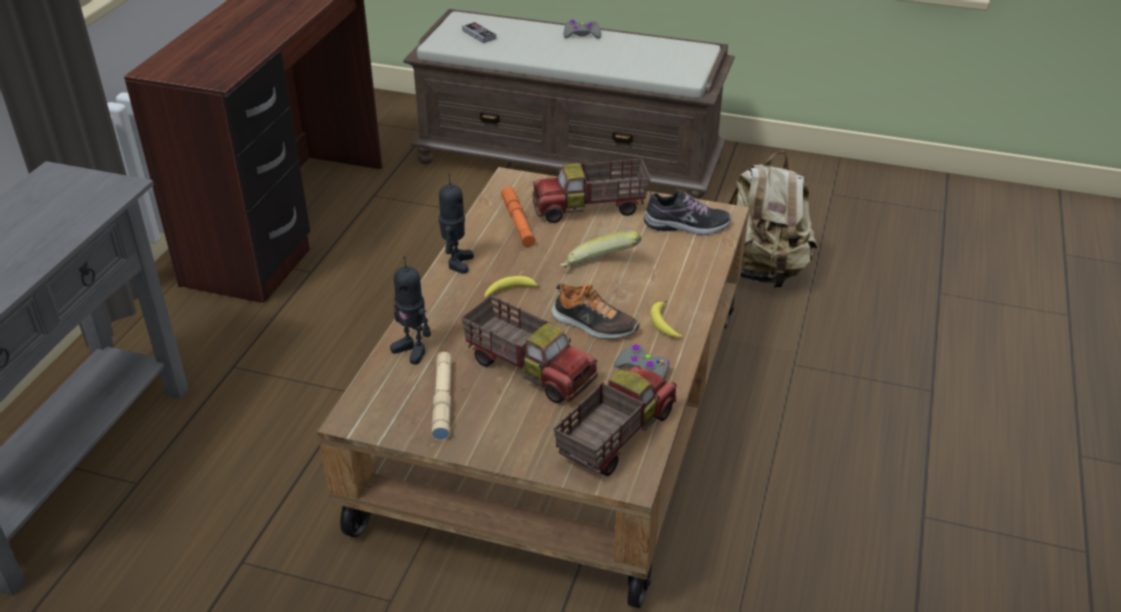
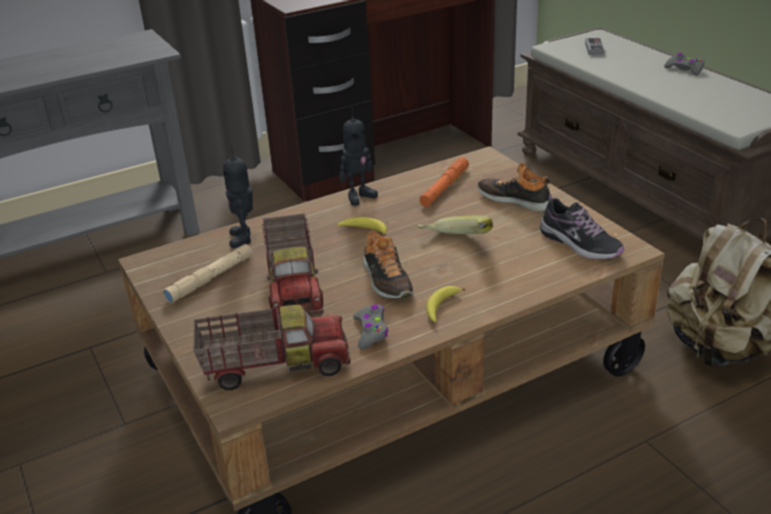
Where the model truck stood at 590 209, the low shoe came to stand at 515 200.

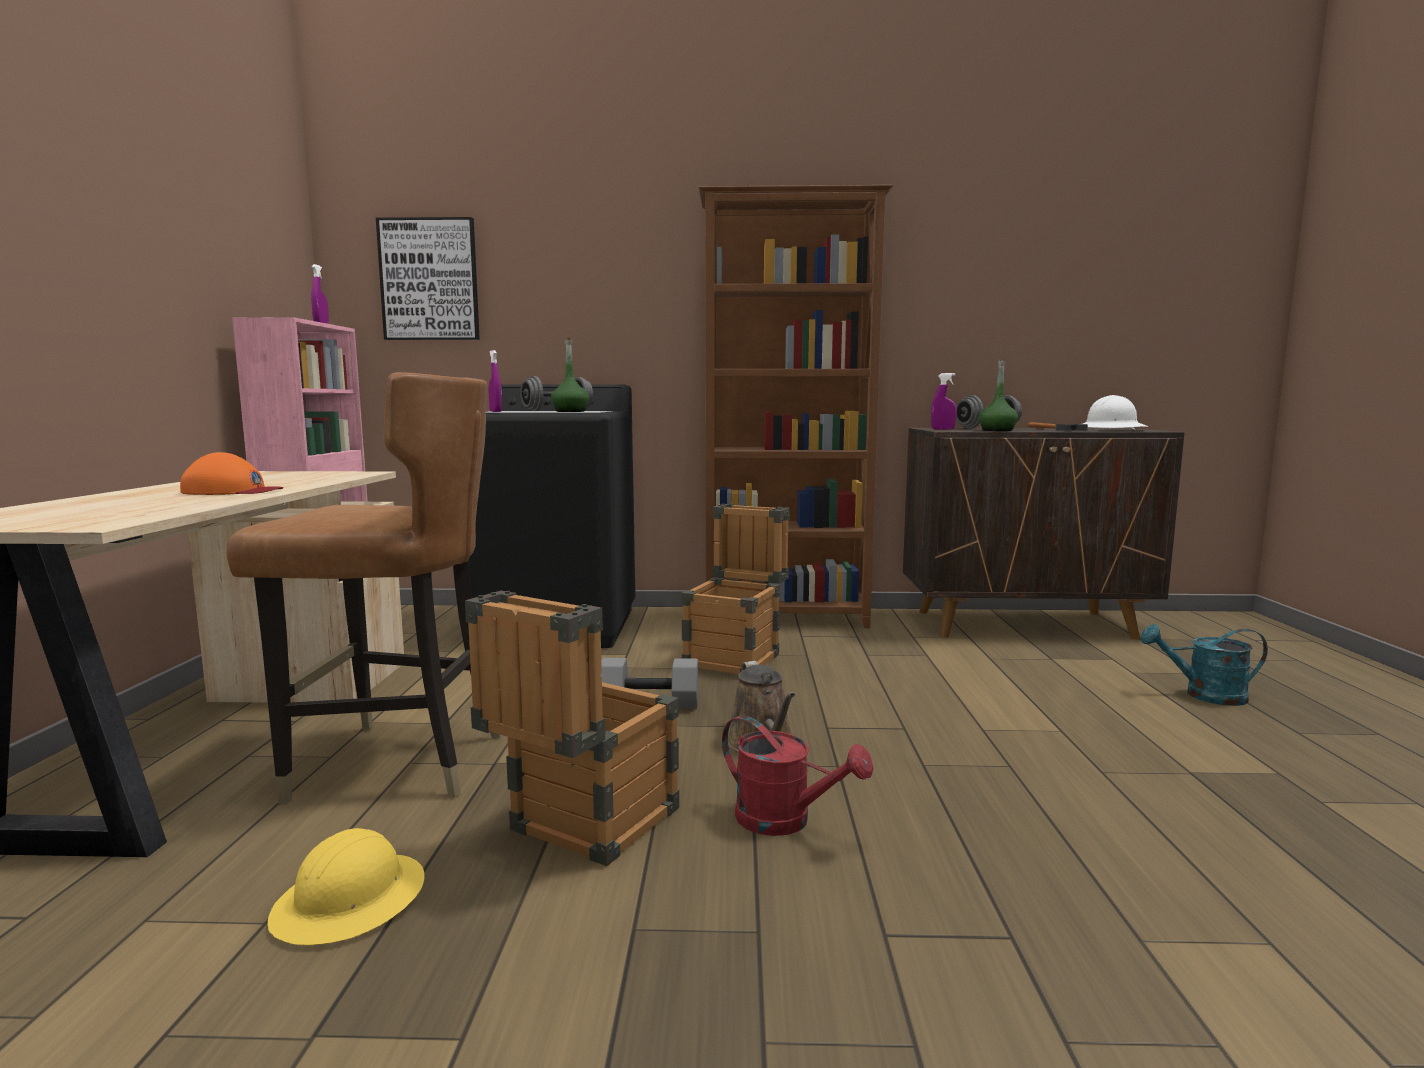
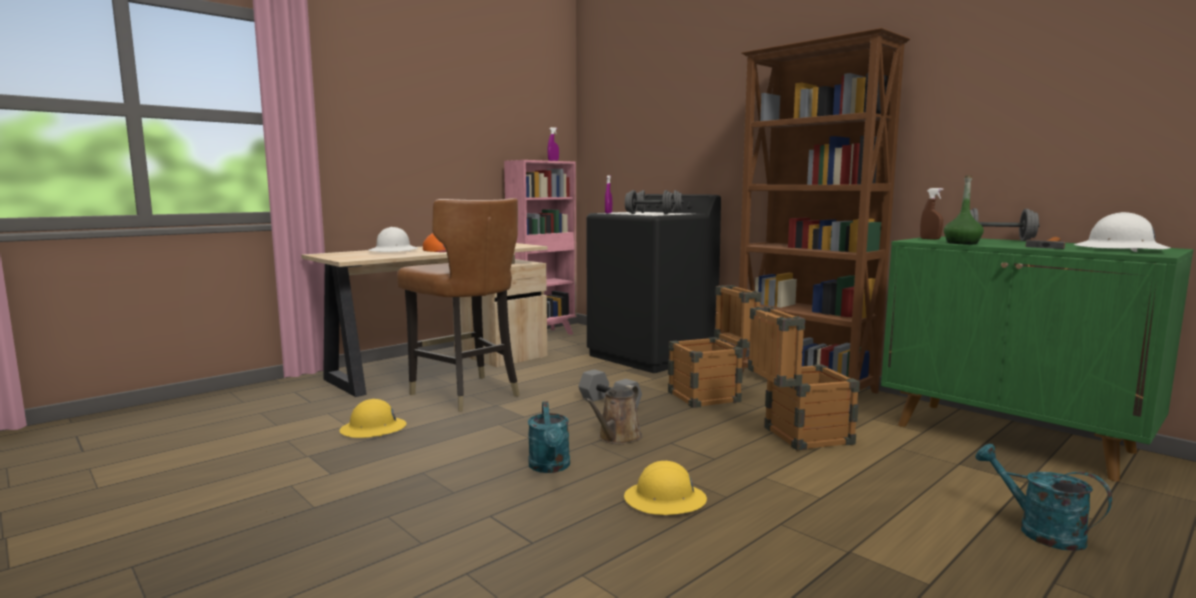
The second view lost the wall art at 429 280.
Where the beverage bottle in green stood at 570 411, the dumbbell in grey came to stand at 649 214.
What was the spray bottle in purple-coloured at 943 429 turned into the spray bottle in brown at 930 239.
What was the storage cabinet in brown at 1024 624 turned into the storage cabinet in green at 1012 438.
The shipping crate ended up elsewhere, having gone from 581 829 to 797 436.
What was the sprinkling can in red at 785 821 turned into the sprinkling can in turquoise-coloured at 550 467.
The second view gained the work helmet in white-coloured at 394 251.
The second view gained the work helmet in yellow-coloured at 665 500.

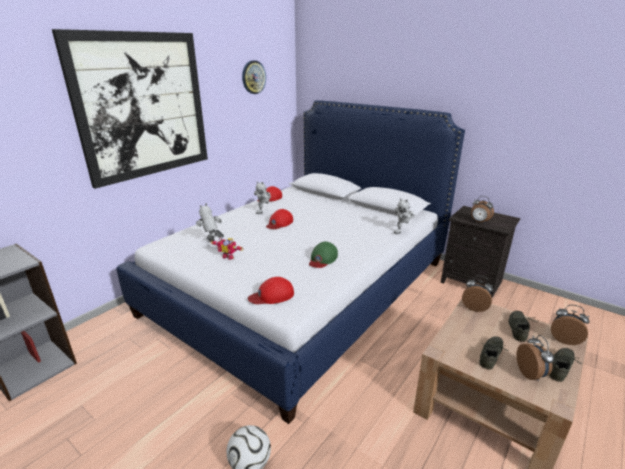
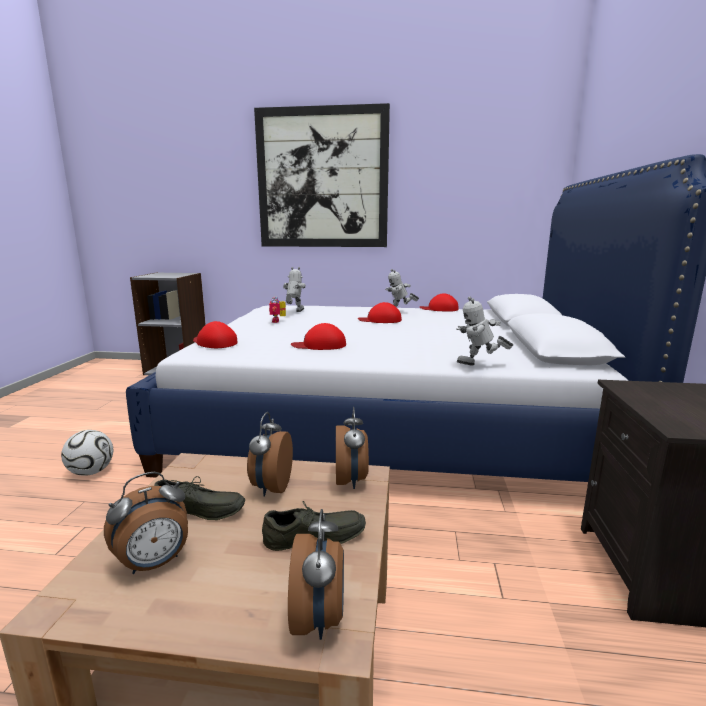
The second view lost the clock on the wall at 253 77.
The bedside clock ended up elsewhere, having gone from 479 222 to 271 487.
What was the baseball cap in green at 322 259 turned into the baseball cap in red at 319 345.
The second view lost the low shoe in grey at 562 368.

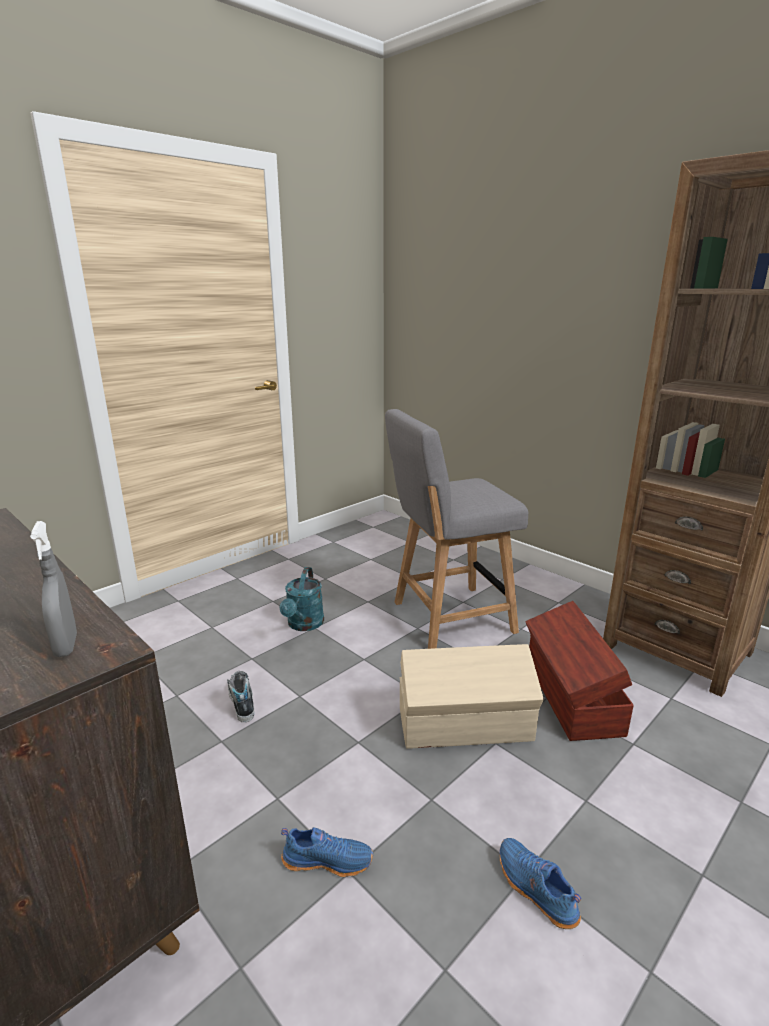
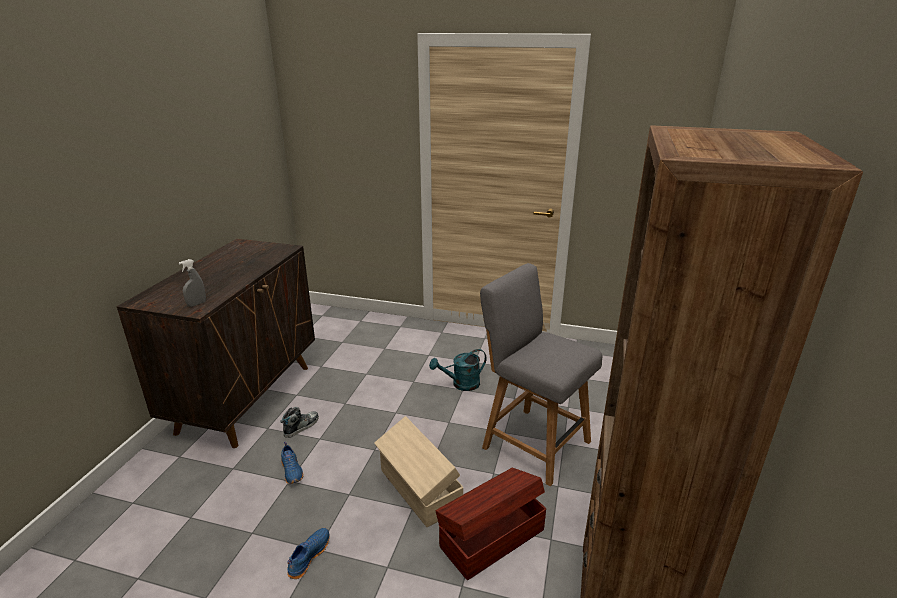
The low shoe ended up elsewhere, having gone from 241 702 to 301 426.

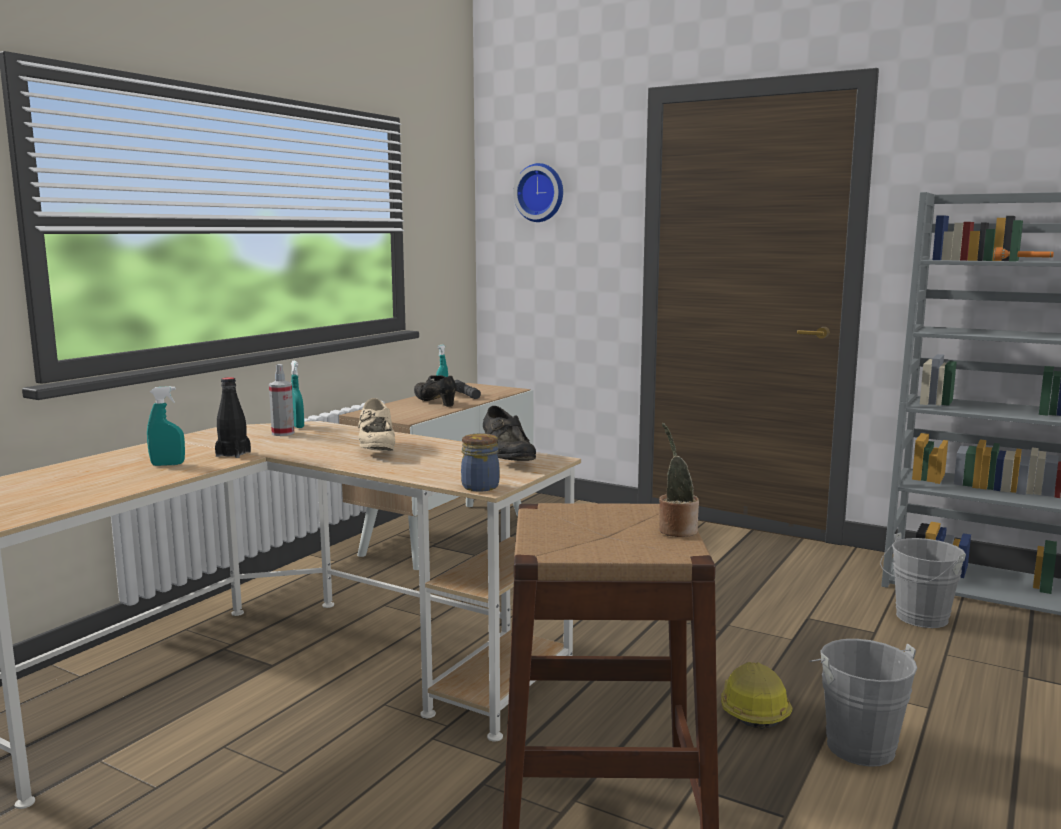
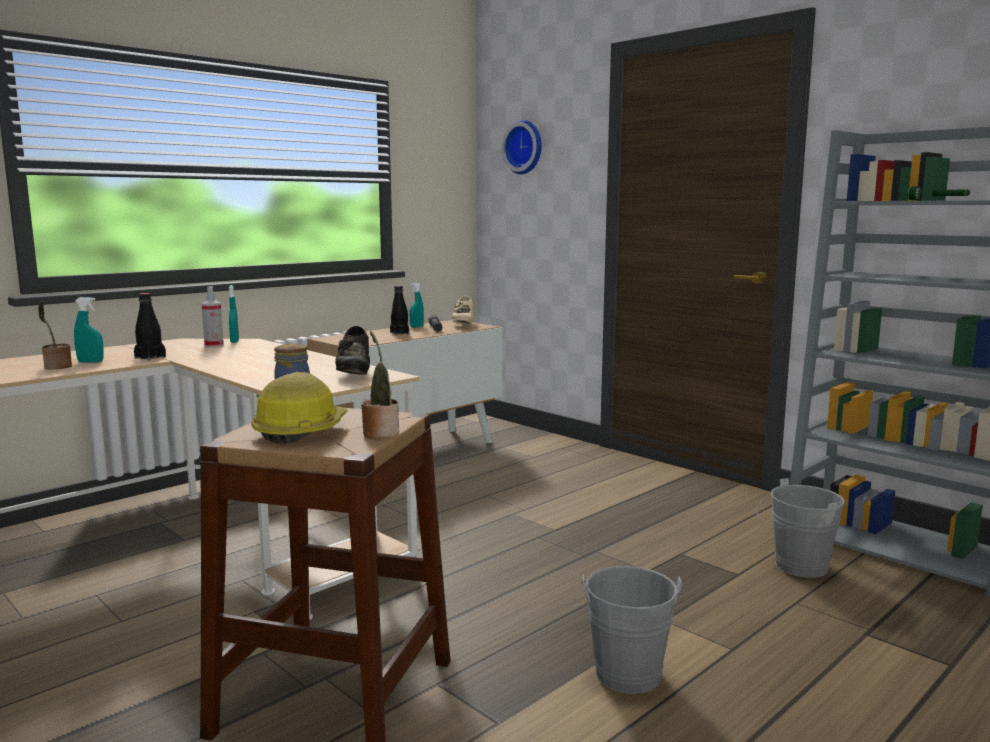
What was the flashlight in orangey at 1022 260 turned into the flashlight in green at 937 200.
Where the low shoe in black stood at 435 403, the beverage bottle in black came to stand at 399 333.
The low shoe in beige ended up elsewhere, having gone from 376 449 to 463 324.
The work helmet ended up elsewhere, having gone from 753 709 to 301 430.
The second view gained the potted plant at 56 367.

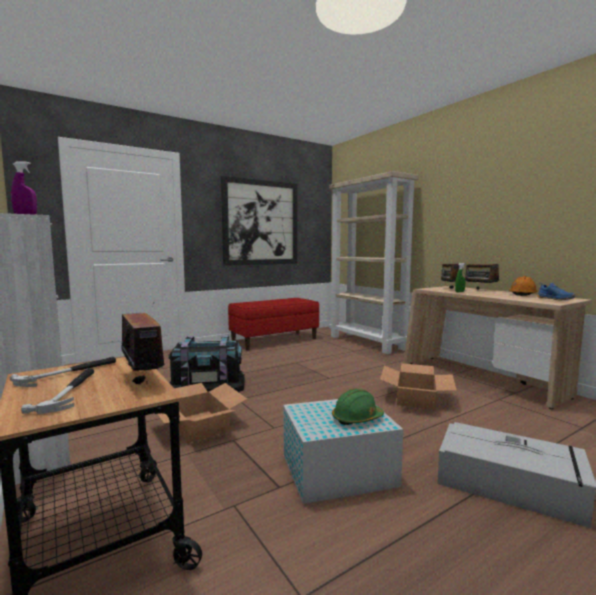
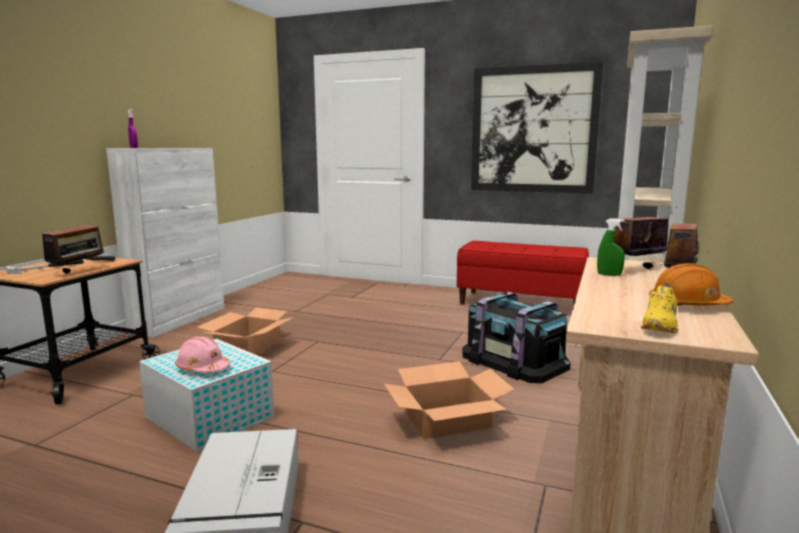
What was the low shoe in blue at 555 299 turned into the low shoe in yellow-coloured at 661 326.
The storage container in black ended up elsewhere, having gone from 207 385 to 514 361.
What was the work helmet in green at 357 418 turned into the work helmet in pinkish at 202 368.

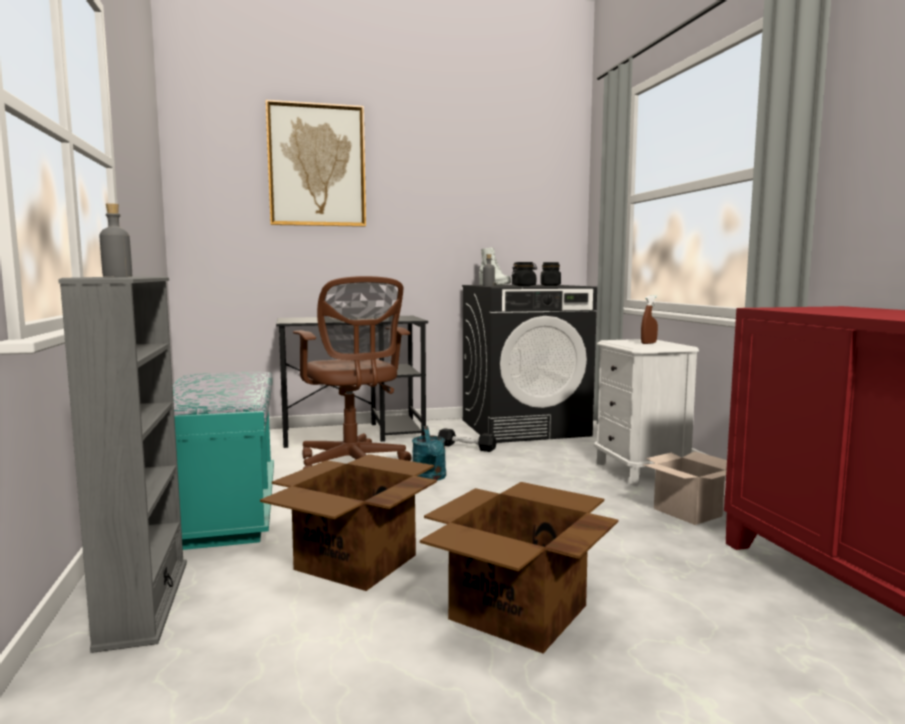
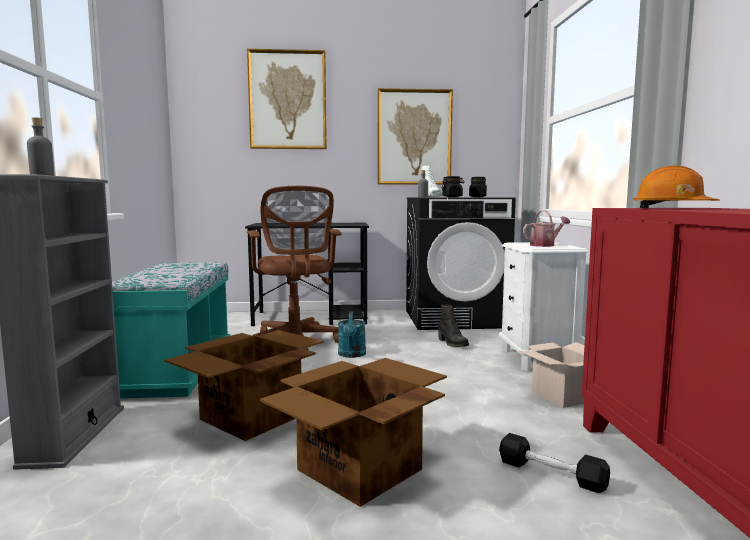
Where the spray bottle in brown stood at 648 343, the sprinkling can came to stand at 545 245.
The dumbbell in black ended up elsewhere, having gone from 466 447 to 551 474.
The second view gained the wall art at 414 137.
The second view gained the work helmet in orangey at 672 208.
The second view gained the boot in black at 452 343.

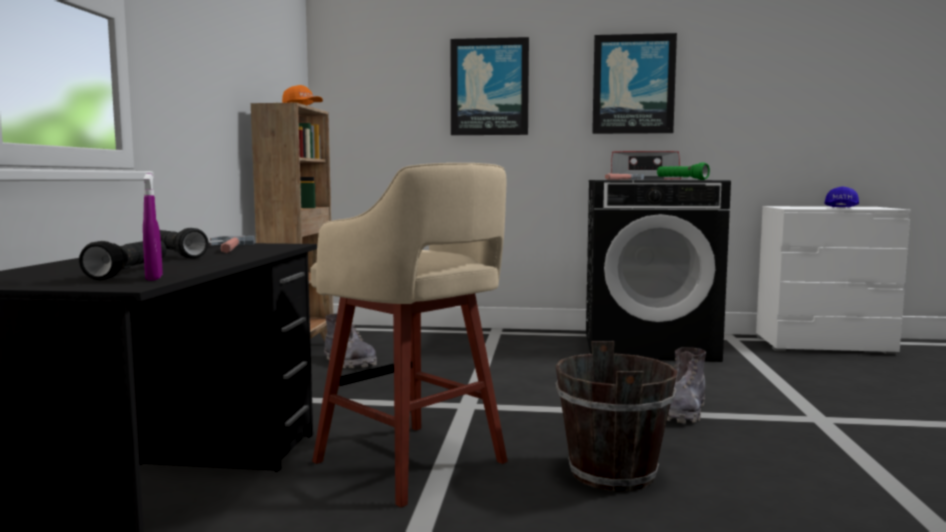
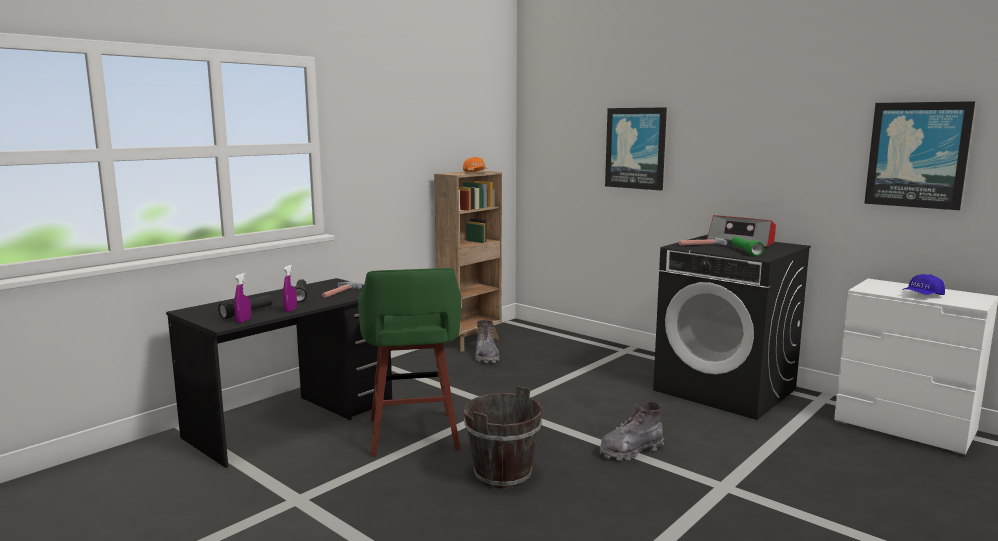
The wall art ended up elsewhere, having gone from 633 84 to 917 155.
What was the stool seat in beige at 414 464 turned into the stool seat in green at 413 436.
The second view gained the spray bottle in purple-coloured at 290 310.

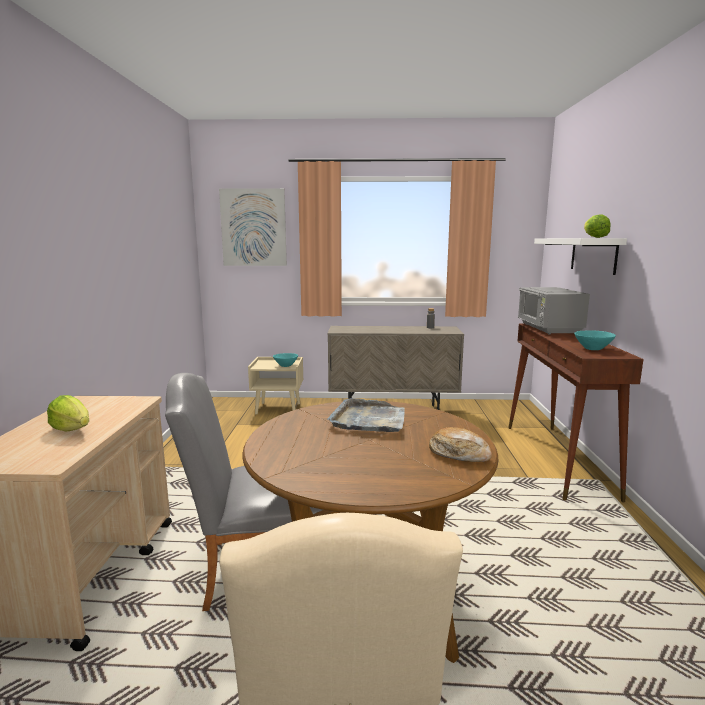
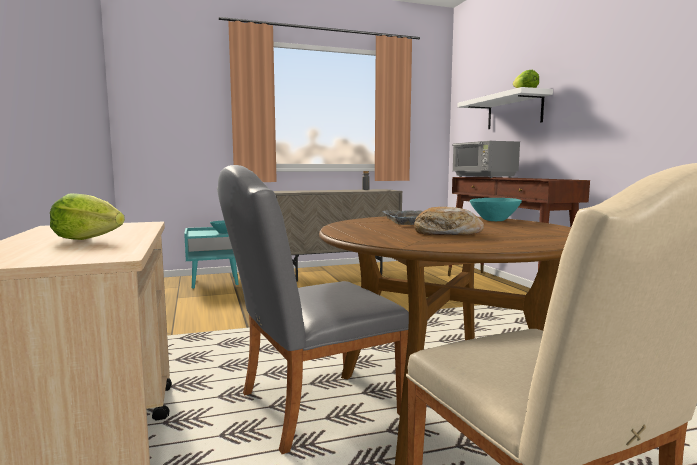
The second view lost the wall art at 253 227.
The bowl in turquoise-coloured ended up elsewhere, having gone from 592 348 to 493 220.
What was the bedside table in beige at 278 408 turned into the bedside table in turquoise-coloured at 215 282.
The bread ended up elsewhere, having gone from 459 454 to 446 233.

